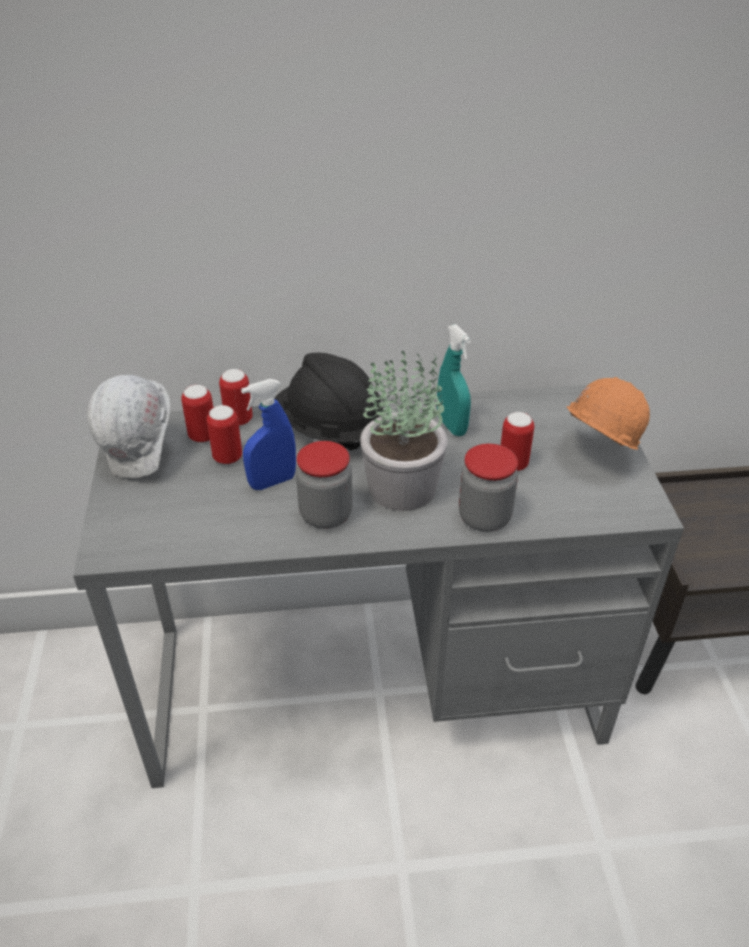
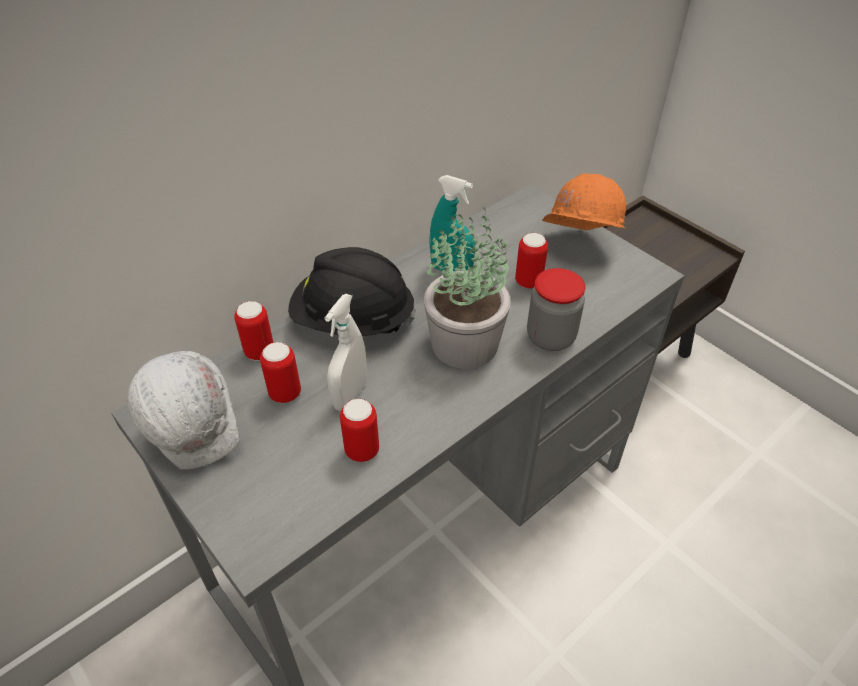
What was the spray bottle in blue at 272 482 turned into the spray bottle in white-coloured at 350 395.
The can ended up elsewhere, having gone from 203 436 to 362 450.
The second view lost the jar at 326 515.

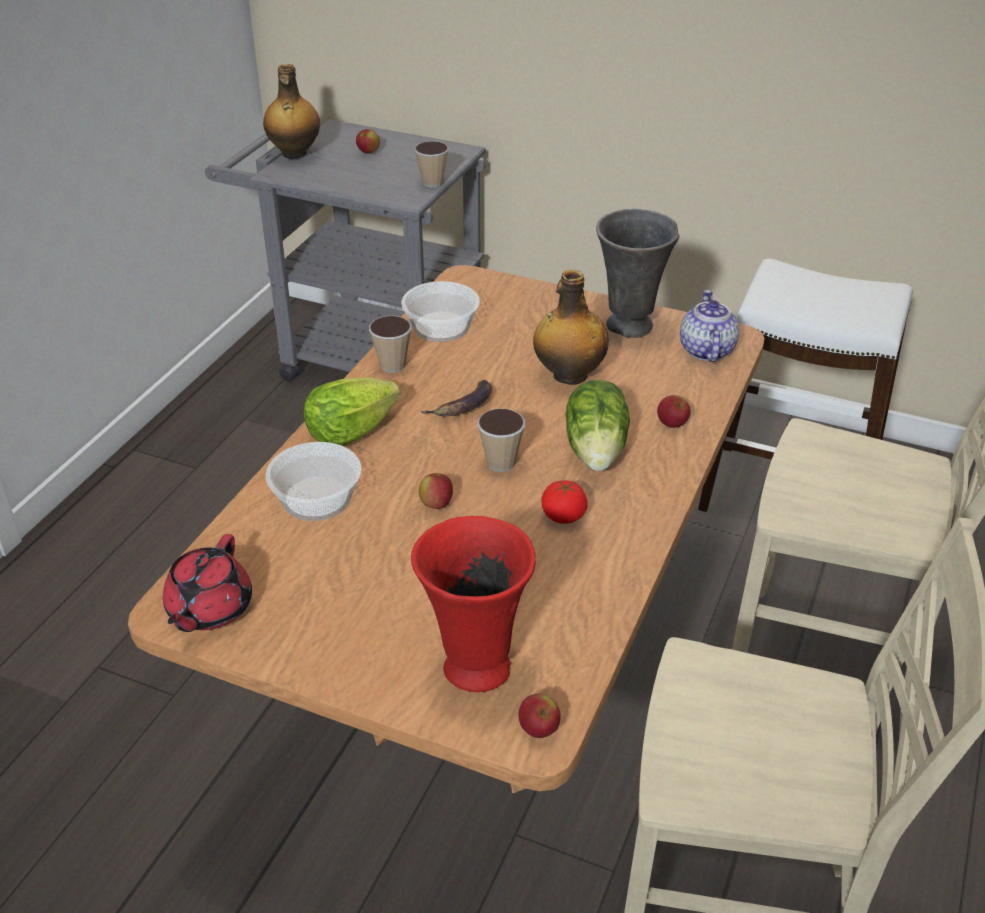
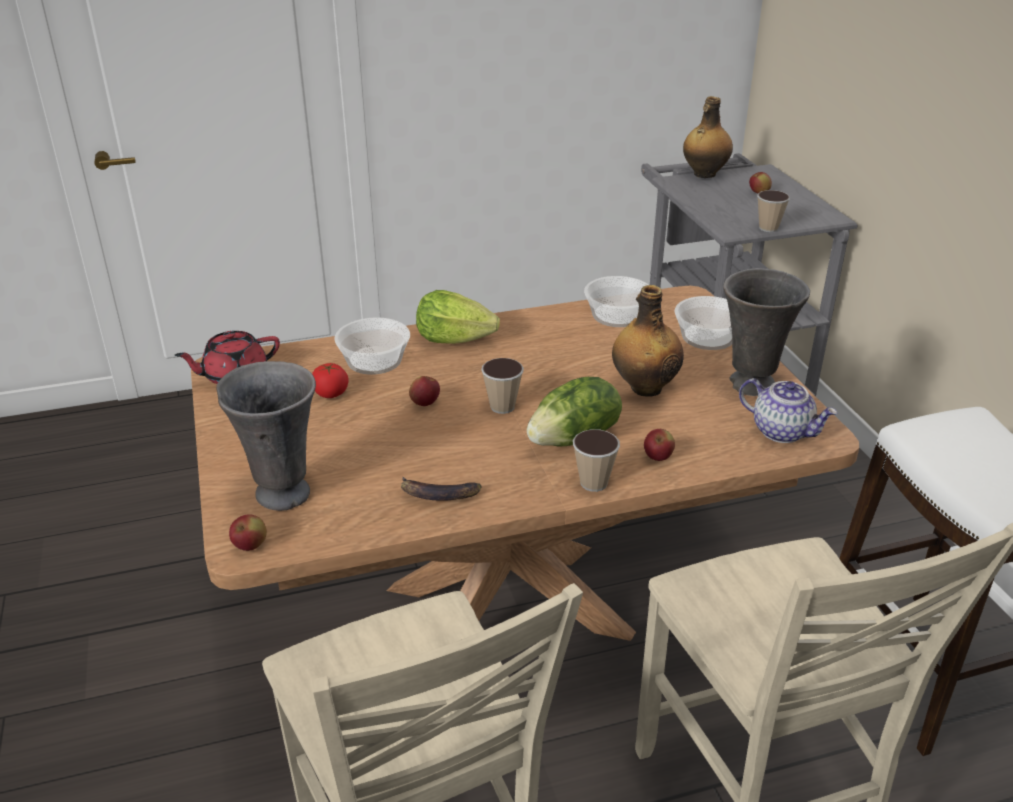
The pot for tea at 705 350 ended up facing another way, 75 degrees clockwise from before.
The cup ended up elsewhere, having gone from 392 365 to 593 483.
The whole banana ended up elsewhere, having gone from 463 406 to 438 495.
The whole tomato ended up elsewhere, having gone from 563 516 to 330 393.
What was the decorative vase in red at 474 668 turned into the decorative vase in grey at 282 493.
The second view gained the bowl at 708 336.

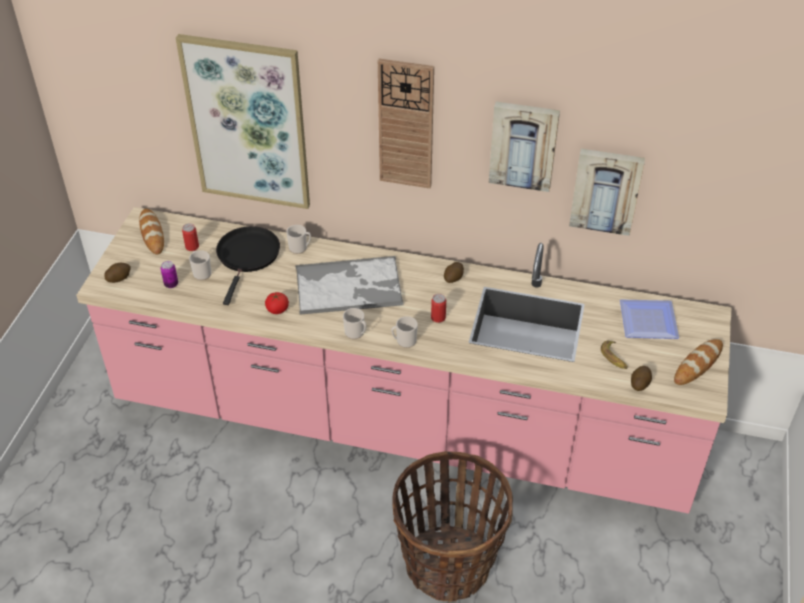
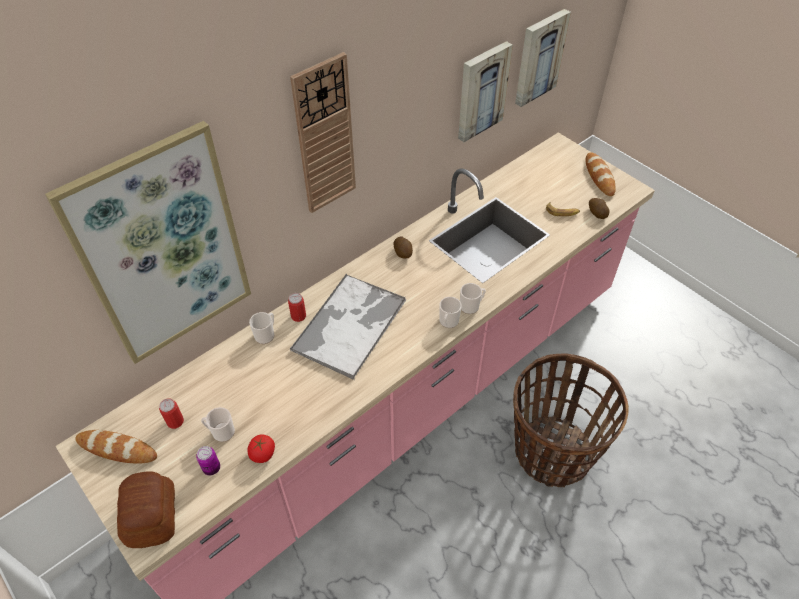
The wall art ended up elsewhere, having gone from 523 145 to 539 57.
The second view lost the skillet in black at 247 256.
Where the whole potato stood at 119 278, the bread came to stand at 153 515.
The whole tomato ended up elsewhere, having gone from 277 309 to 263 454.
The can ended up elsewhere, having gone from 438 317 to 298 316.
The second view lost the plate at 646 320.
The tea mug ended up elsewhere, having gone from 356 333 to 471 306.

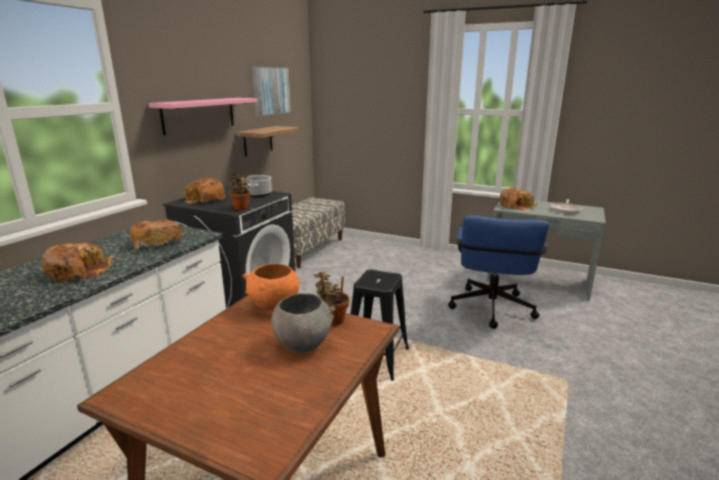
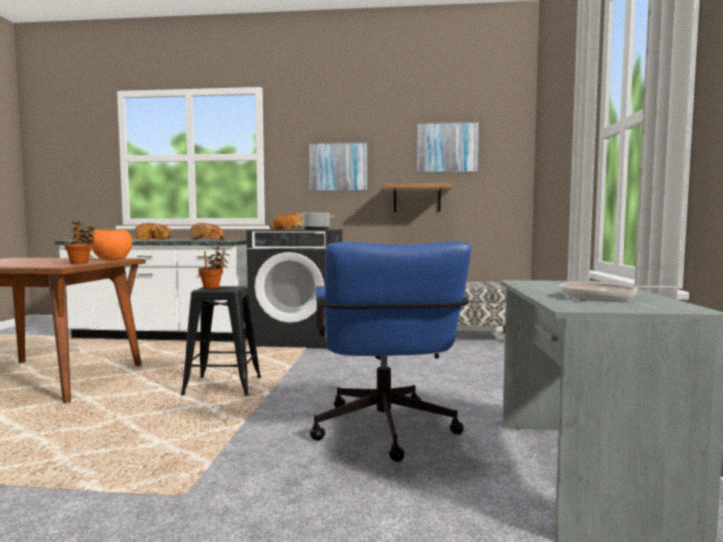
Where the bracket shelf in pinkish hung at 199 115, the wall art came to hang at 338 167.
The potted plant ended up elsewhere, having gone from 241 207 to 213 287.
The second view lost the bread at 516 205.
The computer chair in blue at 491 311 ended up facing another way, 90 degrees counterclockwise from before.
The second view lost the bowl in grey at 303 343.

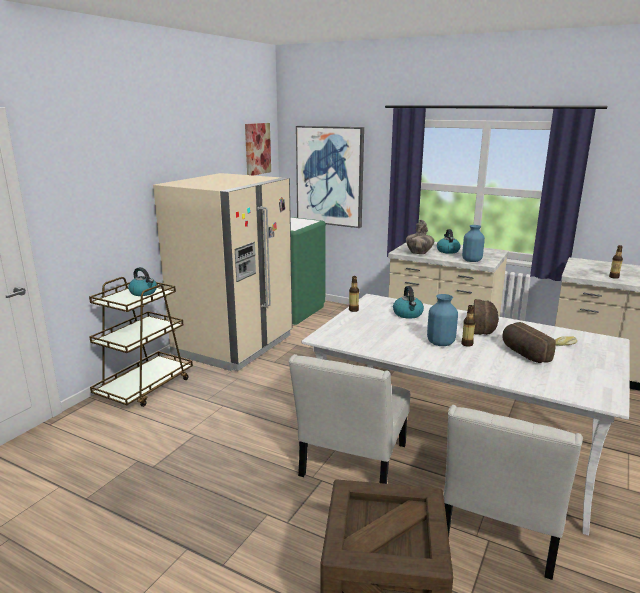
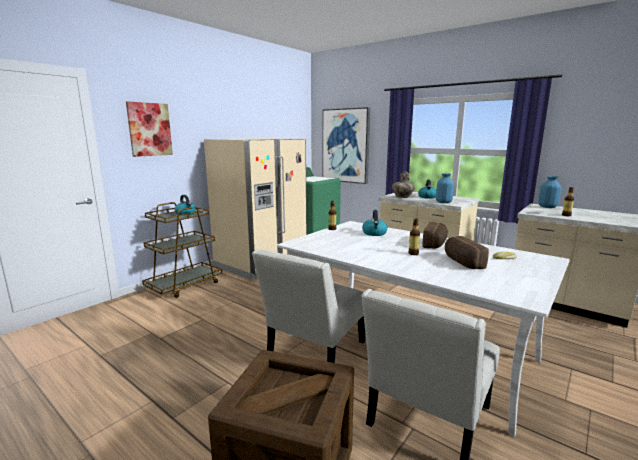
The wall art ended up elsewhere, having gone from 257 149 to 149 129.
The decorative vase in blue ended up elsewhere, having gone from 440 343 to 547 207.

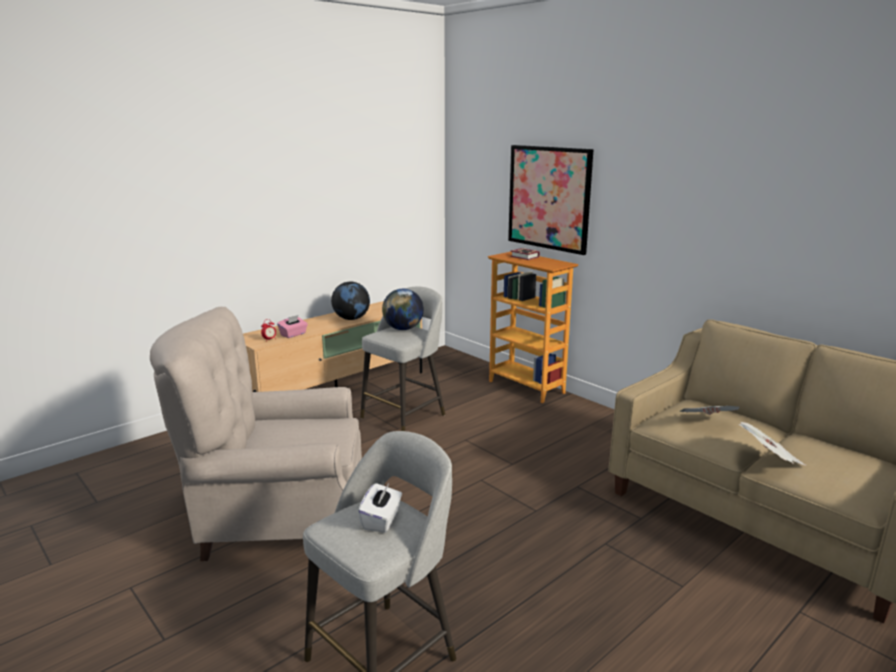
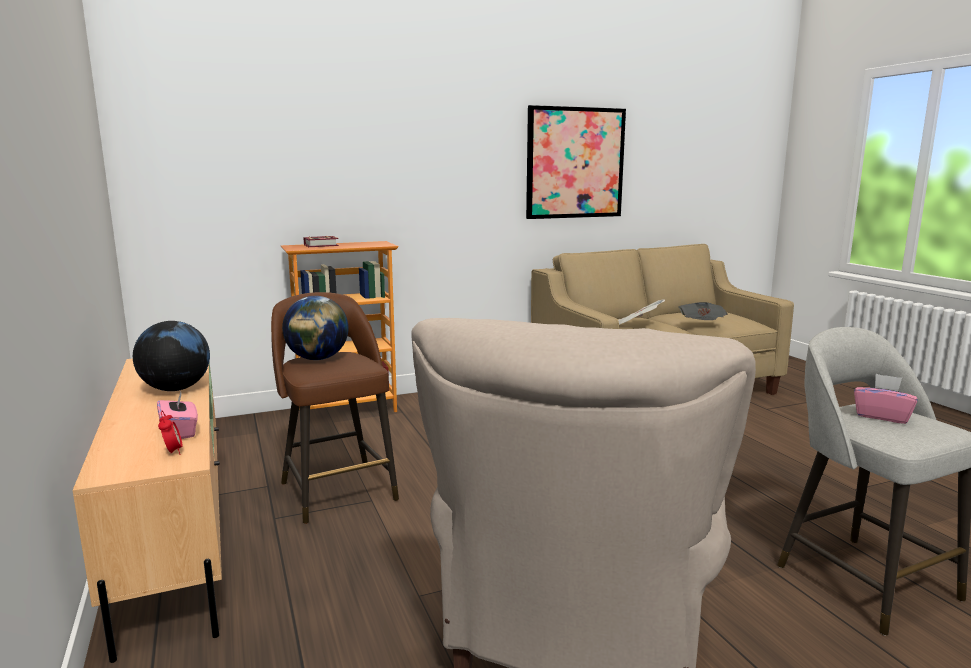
The wall art ended up elsewhere, having gone from 549 198 to 575 163.
What was the stool seat in grey at 405 415 turned into the stool seat in brown at 337 489.
What was the tissue box in white-coloured at 381 520 turned into the tissue box in pinkish at 882 416.

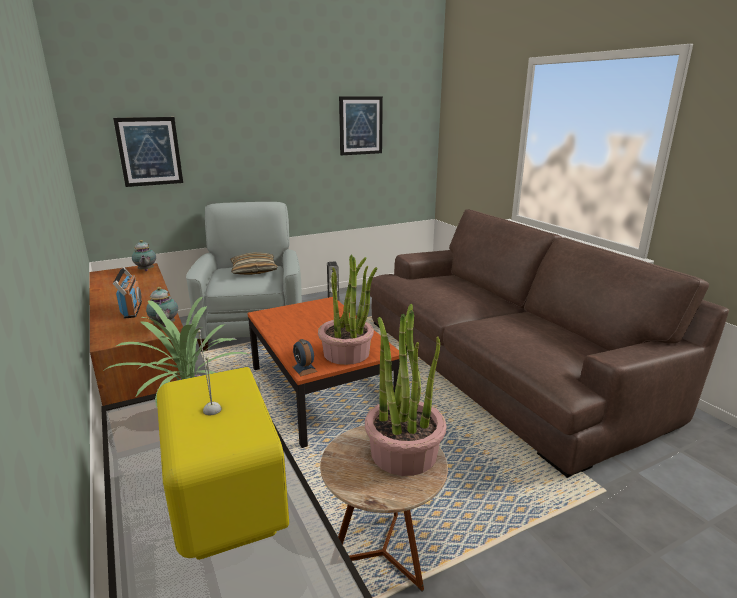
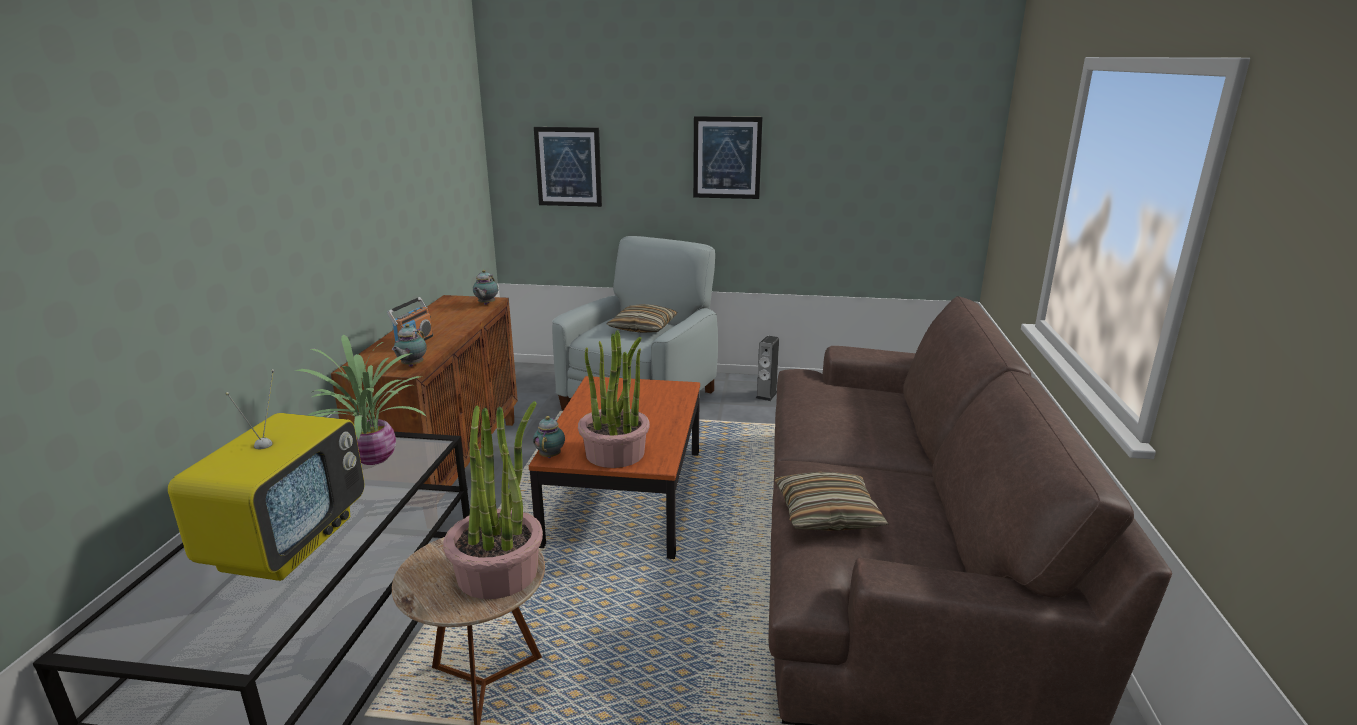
The wall art ended up elsewhere, having gone from 360 125 to 727 157.
Where the bedside clock stood at 304 369, the pot for tea came to stand at 551 455.
The second view gained the throw pillow at 827 514.

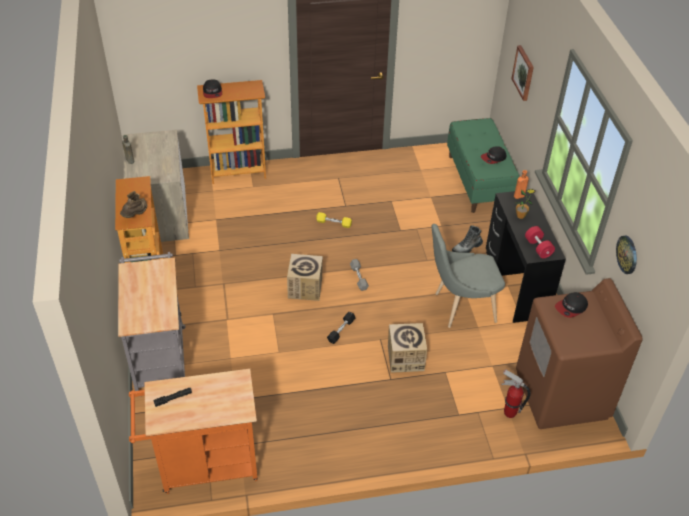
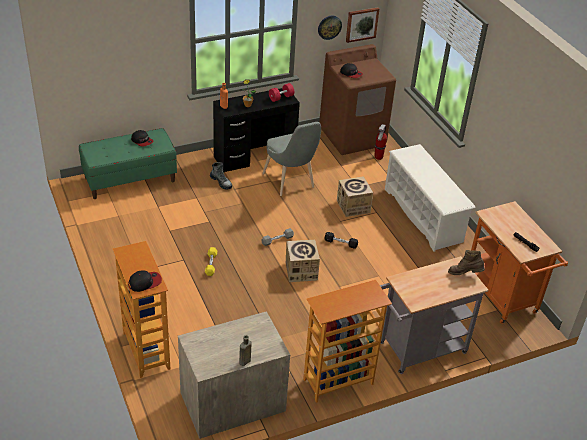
The wall art ended up elsewhere, having gone from 524 72 to 361 24.
The boot in brown ended up elsewhere, having gone from 136 215 to 465 274.
The second view gained the shoe shelf in white-coloured at 423 215.

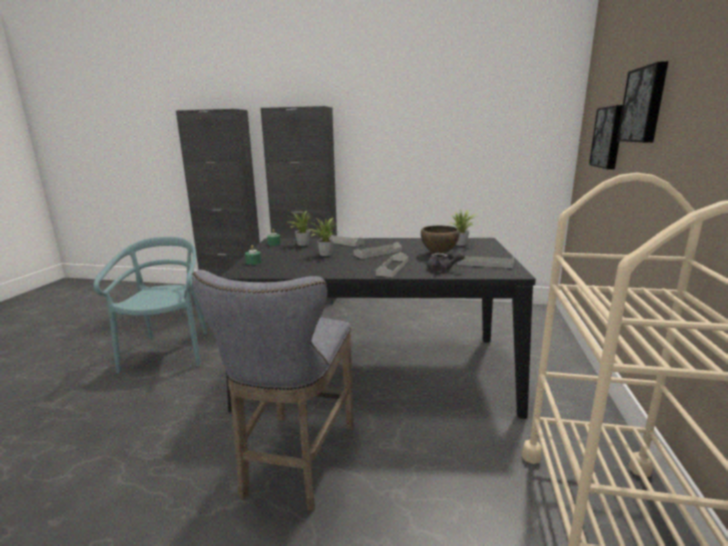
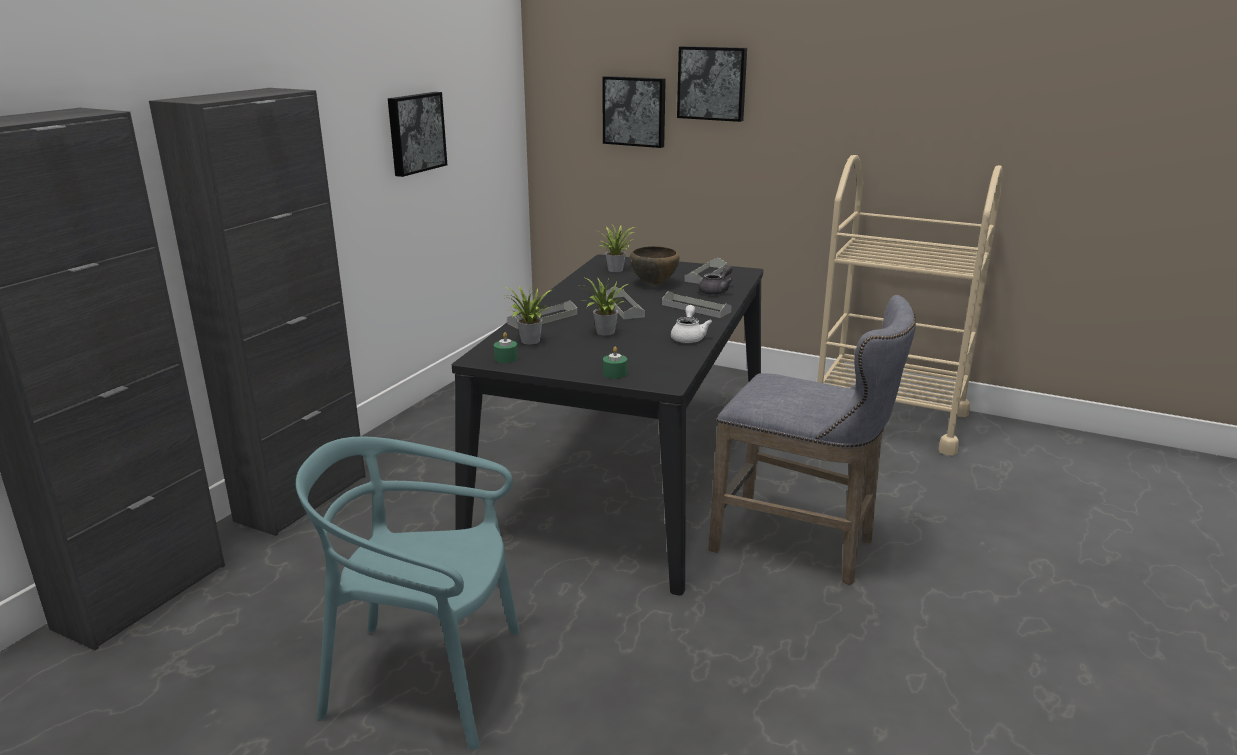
The second view gained the wall art at 415 133.
The second view gained the pot for tea in white-coloured at 688 337.

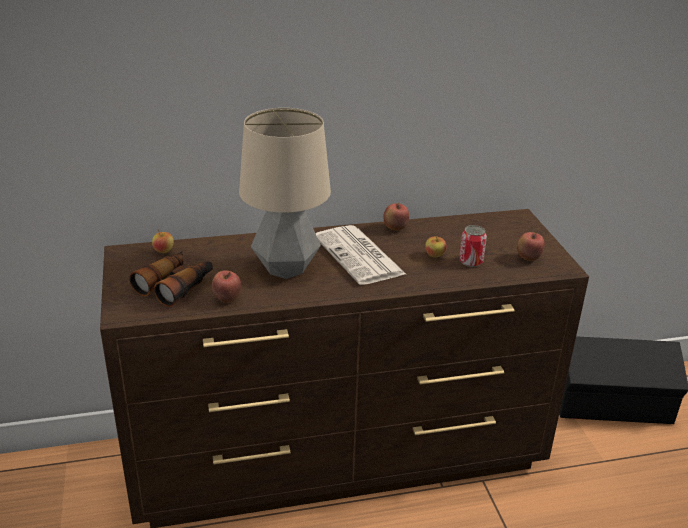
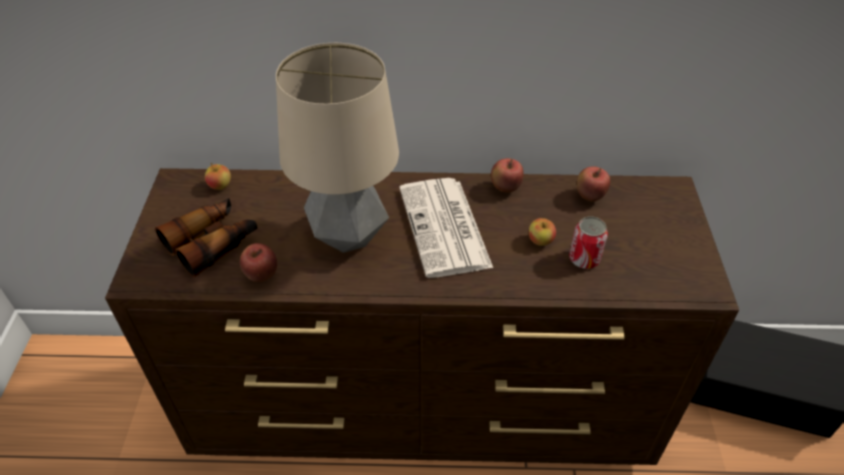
The apple ended up elsewhere, having gone from 528 258 to 589 196.

